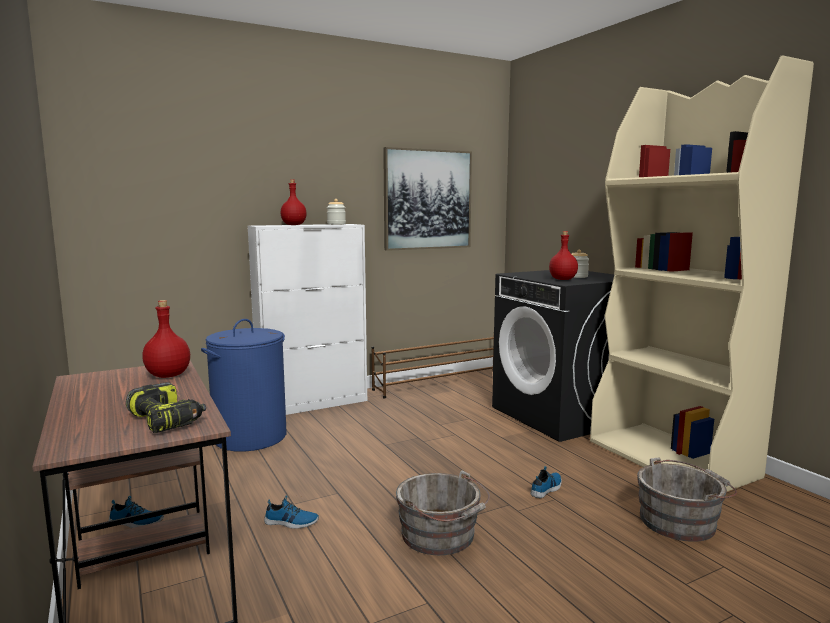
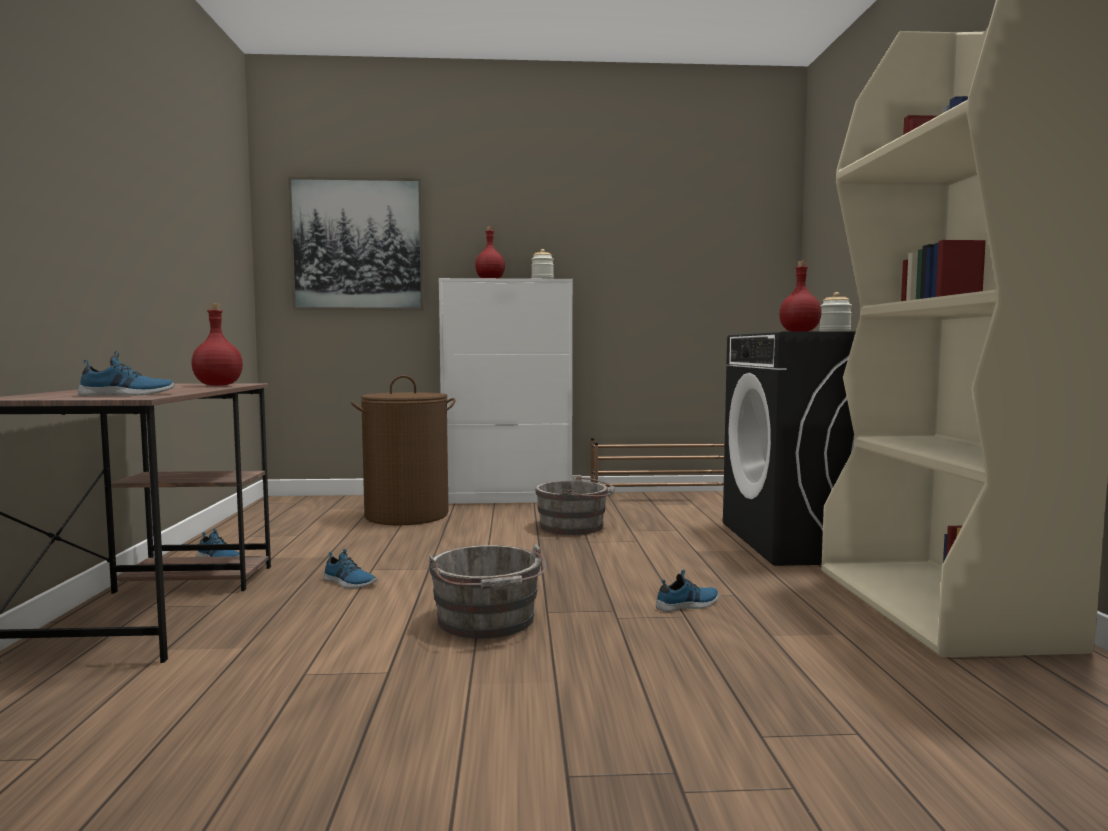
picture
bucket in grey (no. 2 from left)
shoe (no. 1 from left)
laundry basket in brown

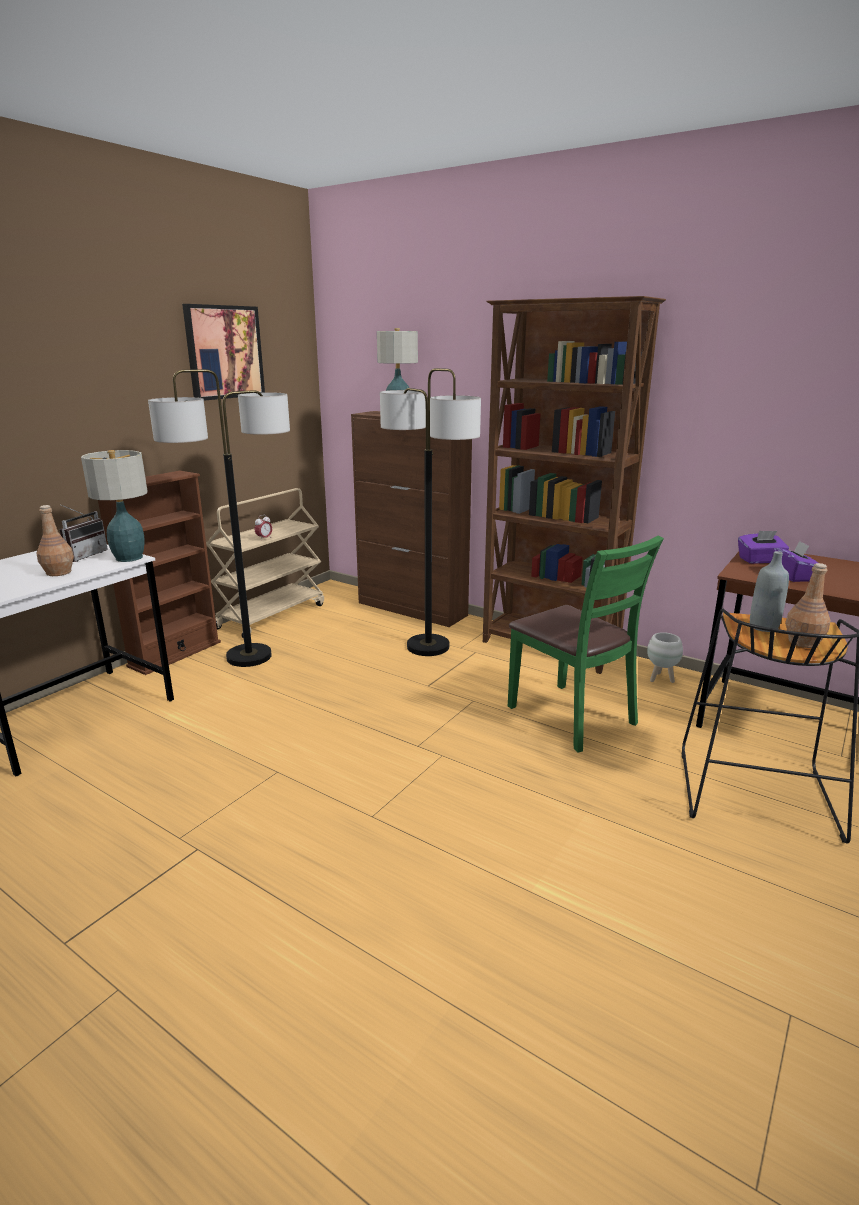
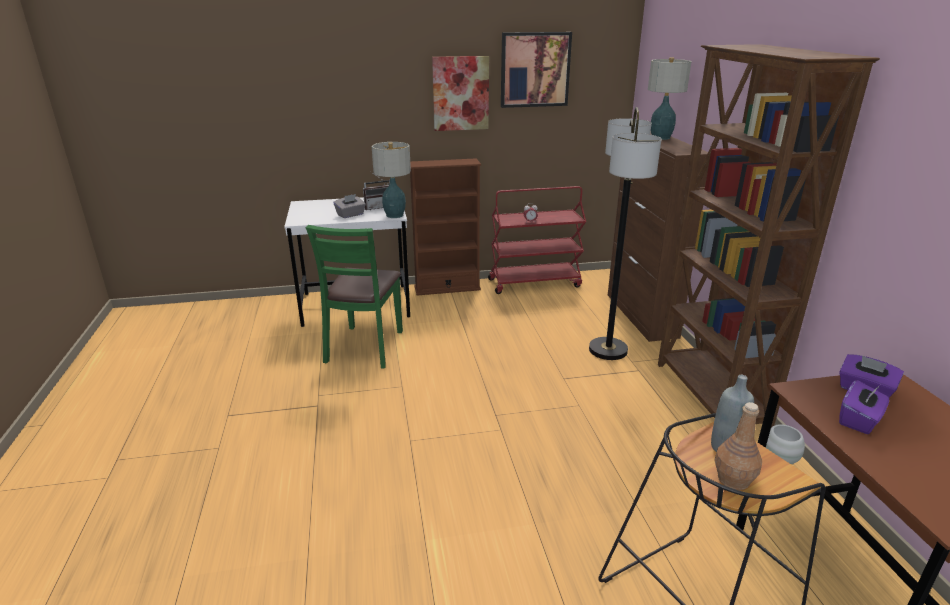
floor lamp (no. 1 from left in the first image)
picture (no. 1 from left)
chair in green
tissue box in grey
cart in red

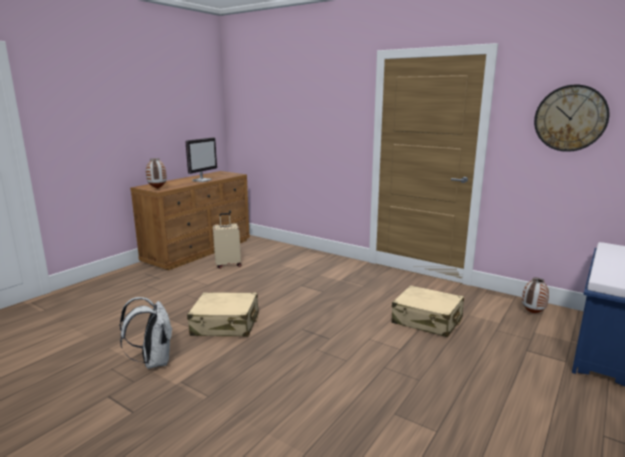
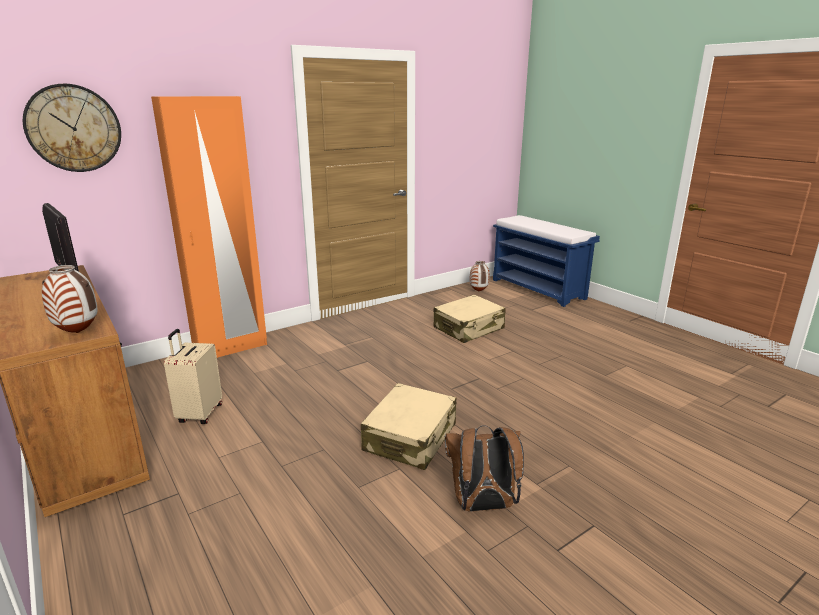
wardrobe in orange
wall clock
backpack in brown

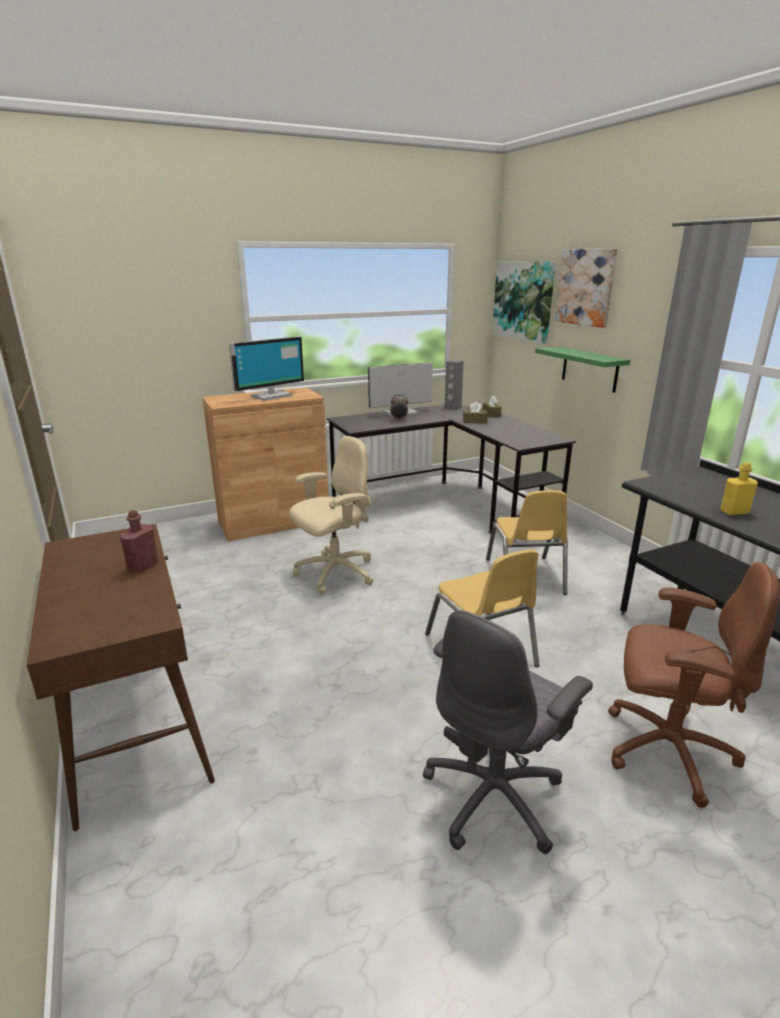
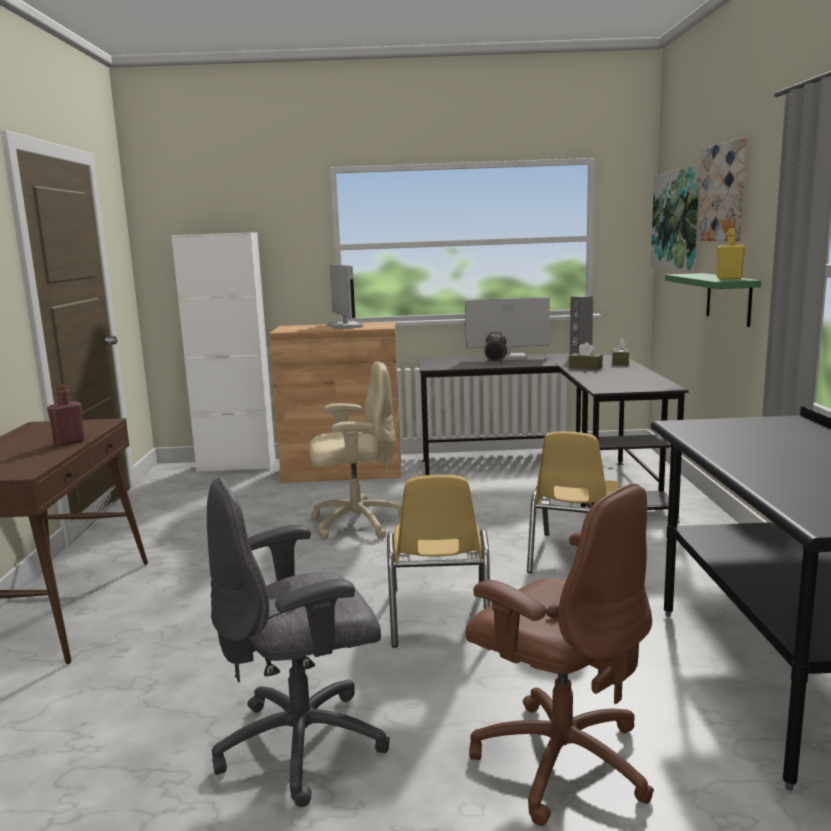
cabinet in white
bottle in yellow
monitor (no. 1 from left)

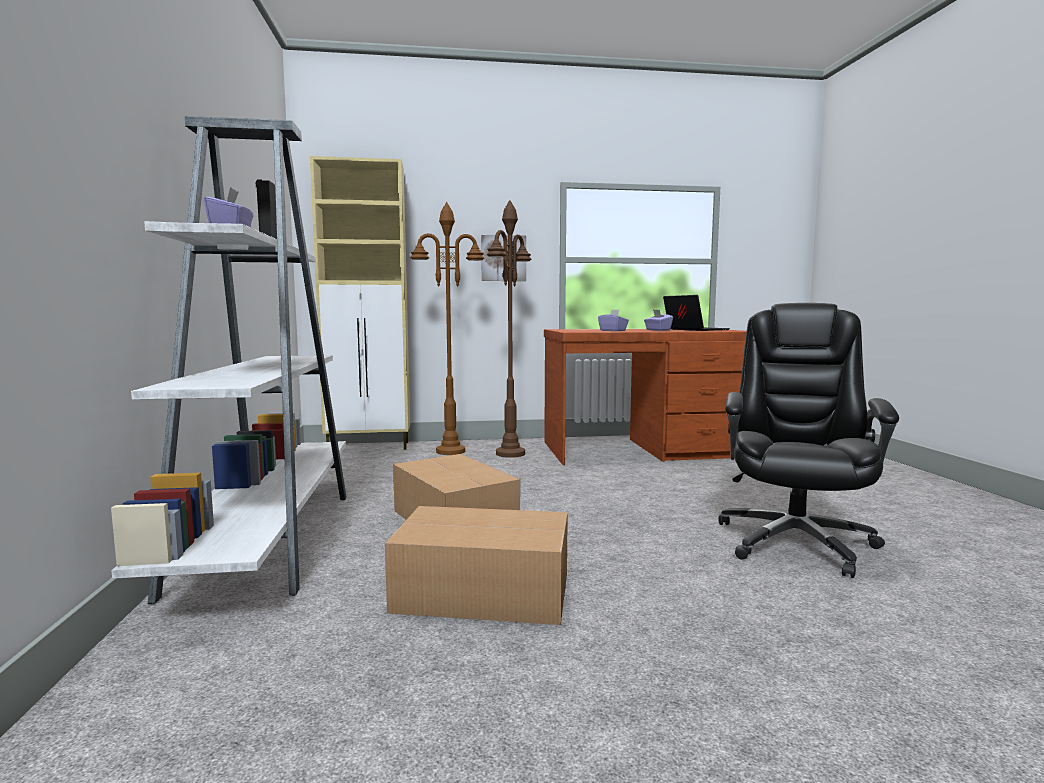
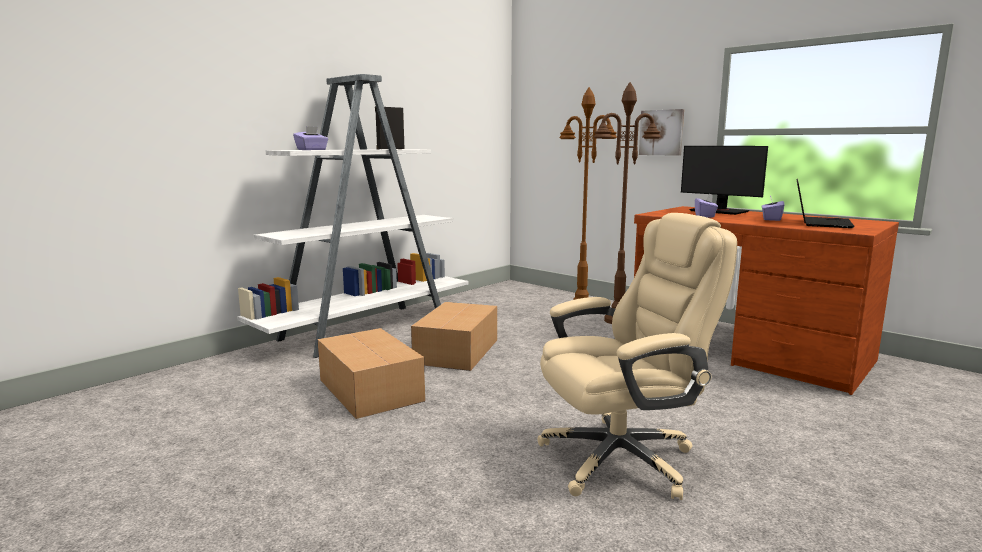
cabinet in beige
monitor
office chair in beige

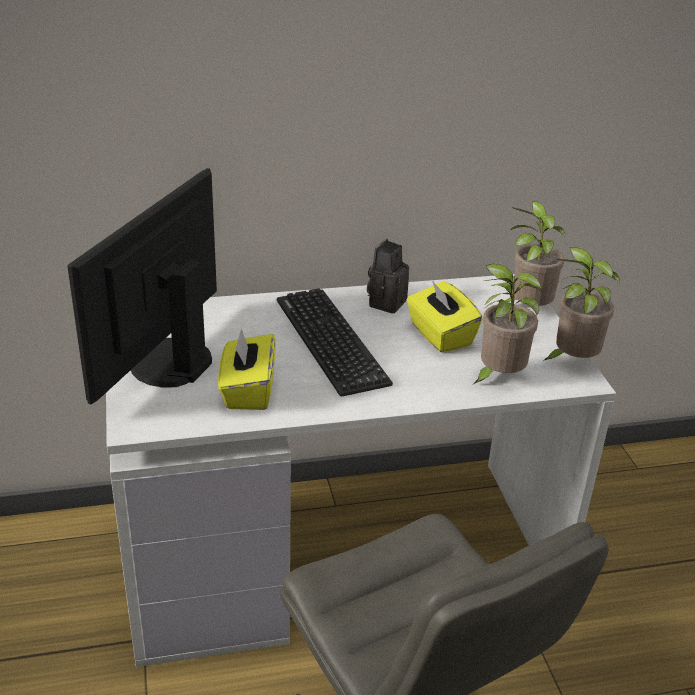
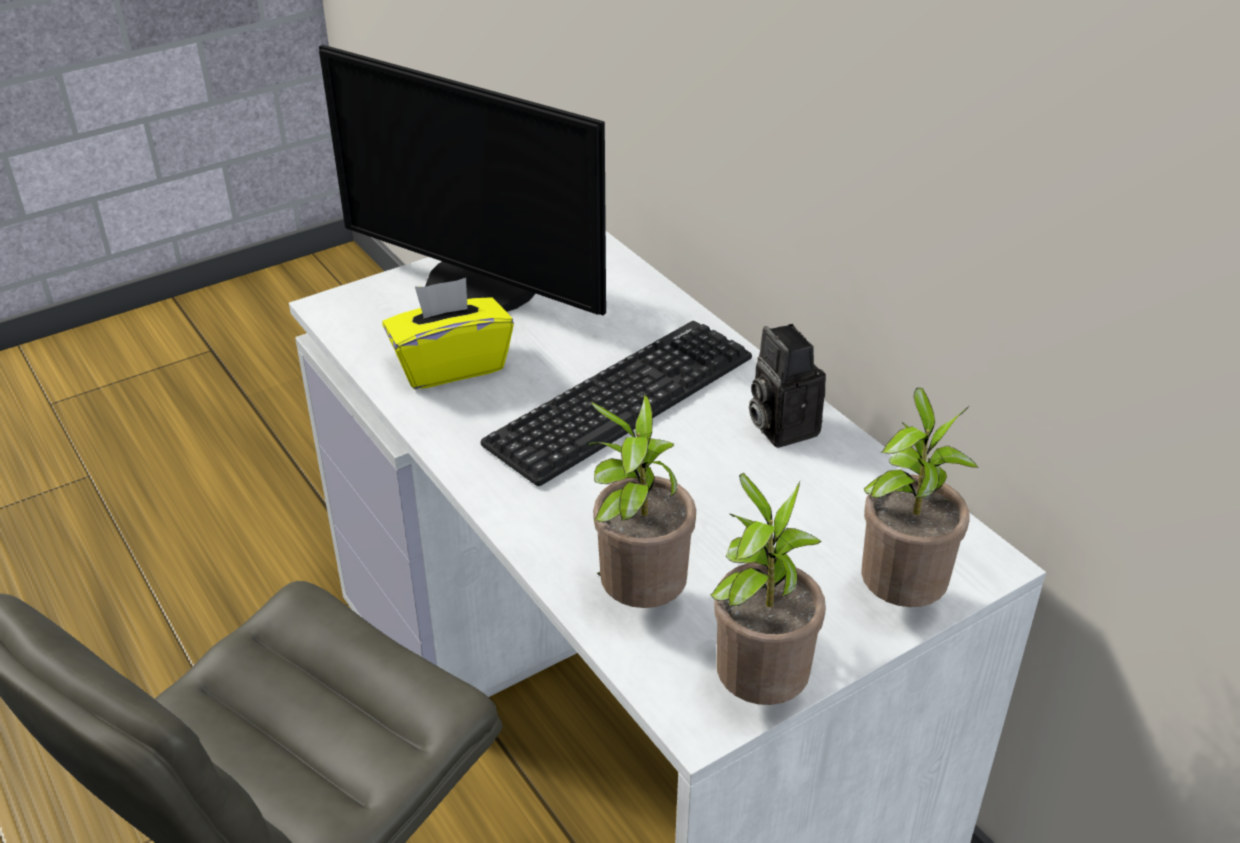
tissue box in yellow (no. 2 from left in the first image)
monitor
photo camera

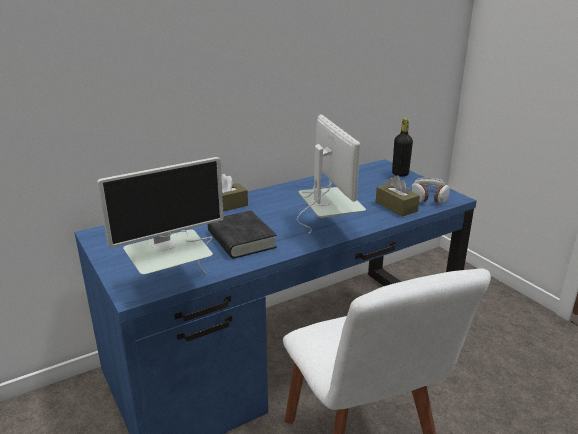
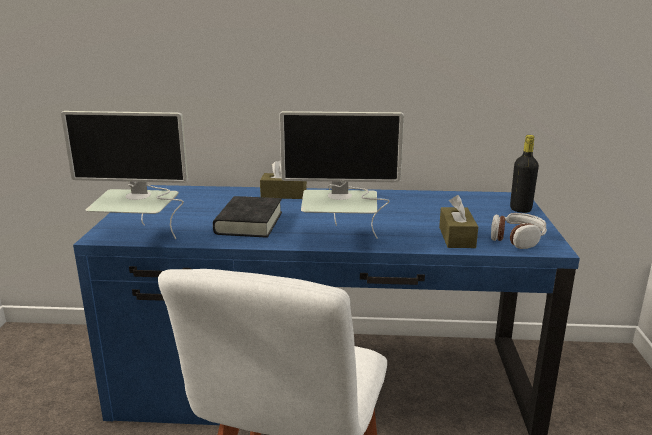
monitor (no. 2 from left)

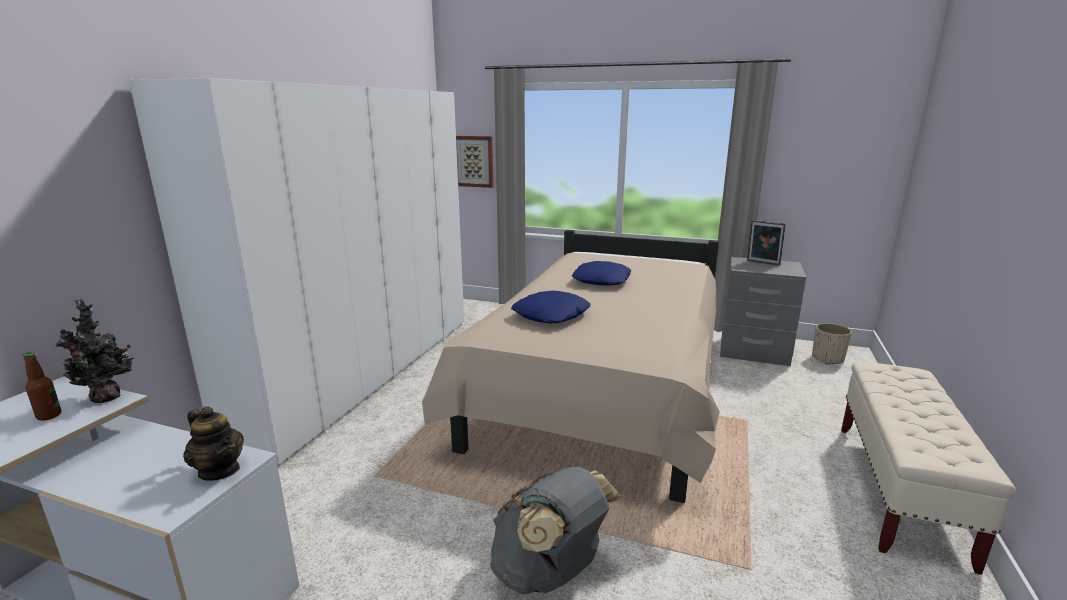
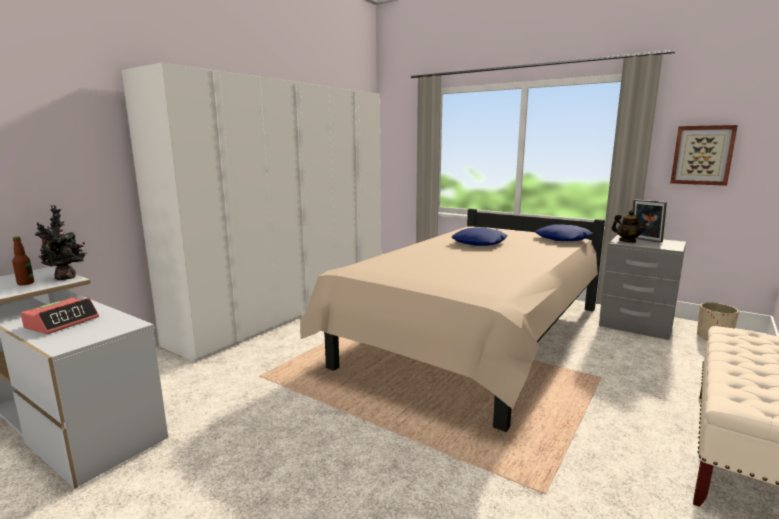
backpack in grey
alarm clock
teapot
picture
pillow in blue (no. 2 from left)

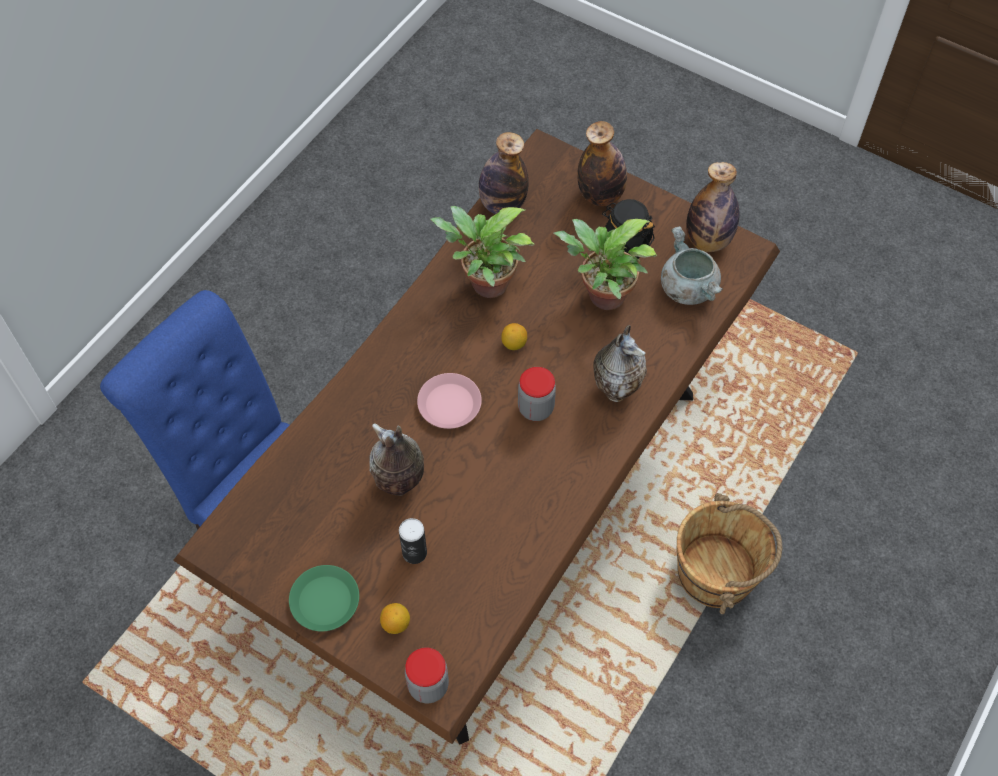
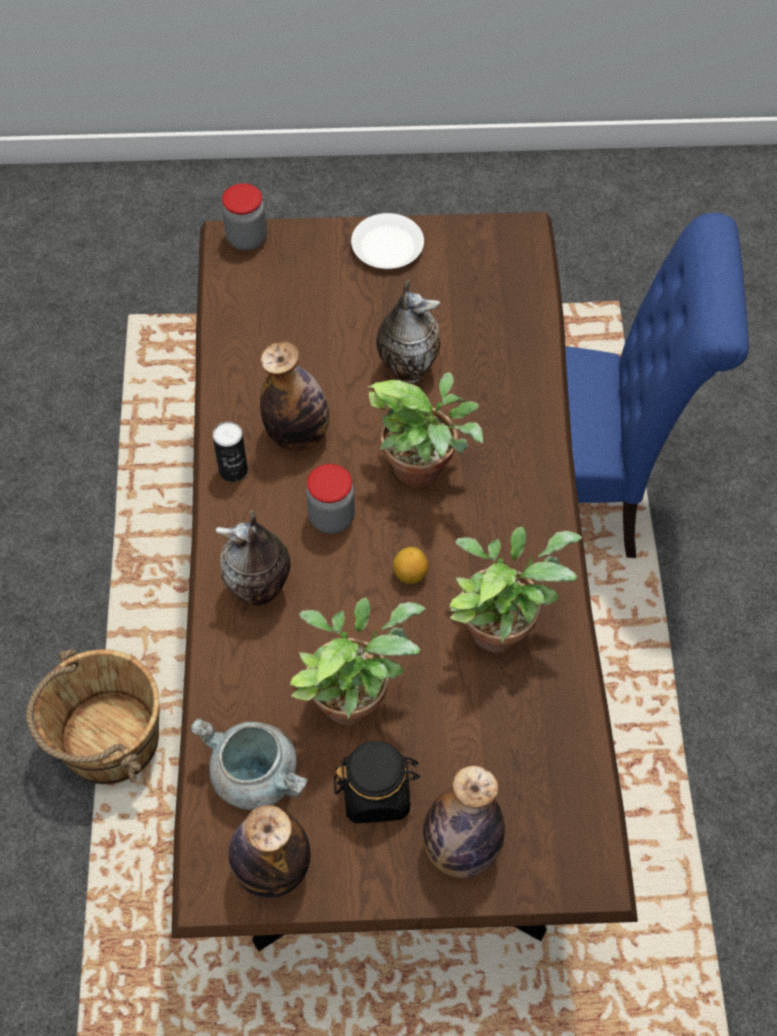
lemon (no. 1 from left in the first image)
can
bottle (no. 2 from left)
potted plant (no. 2 from left)
plate in white

